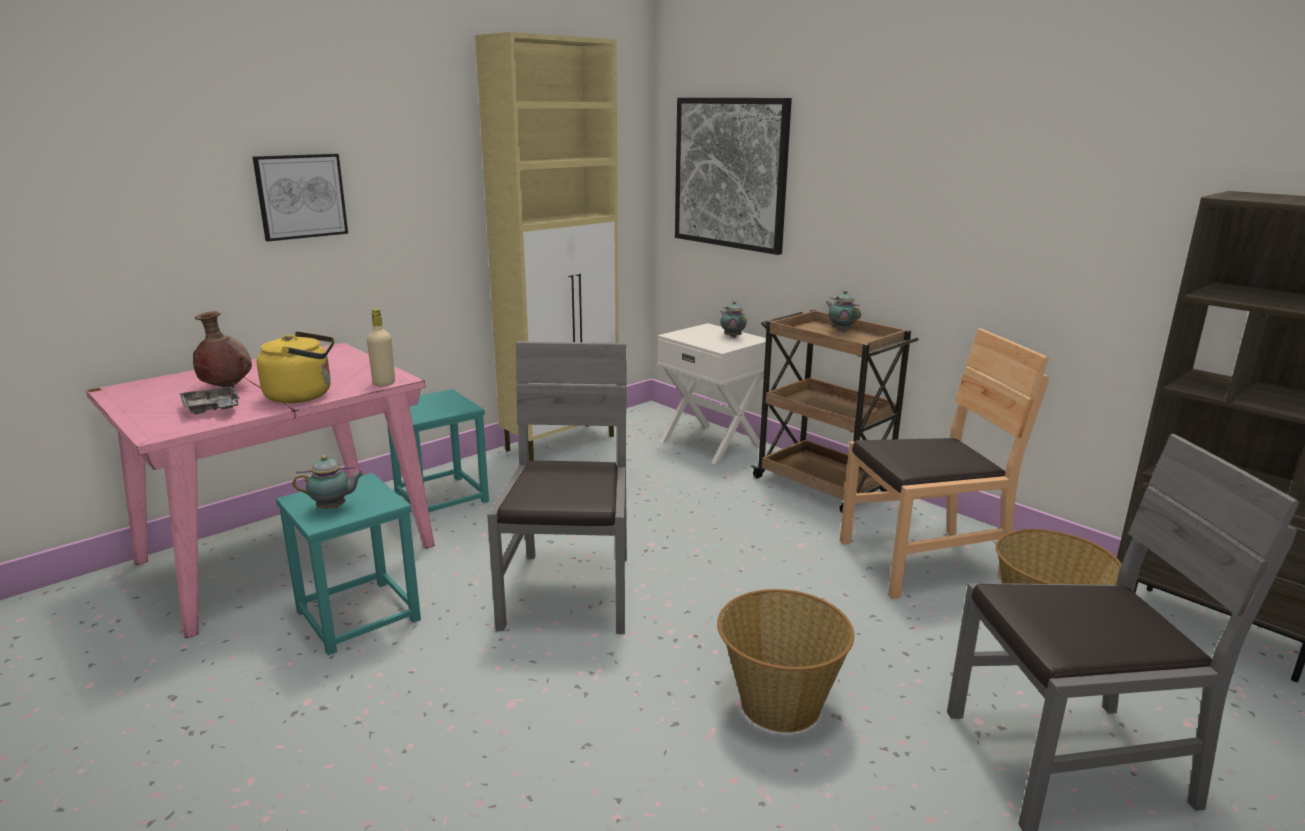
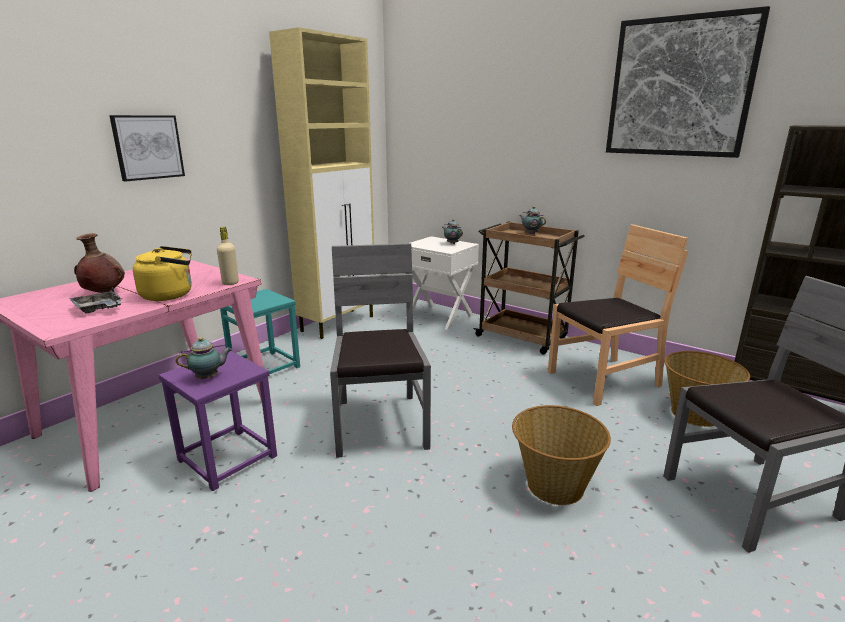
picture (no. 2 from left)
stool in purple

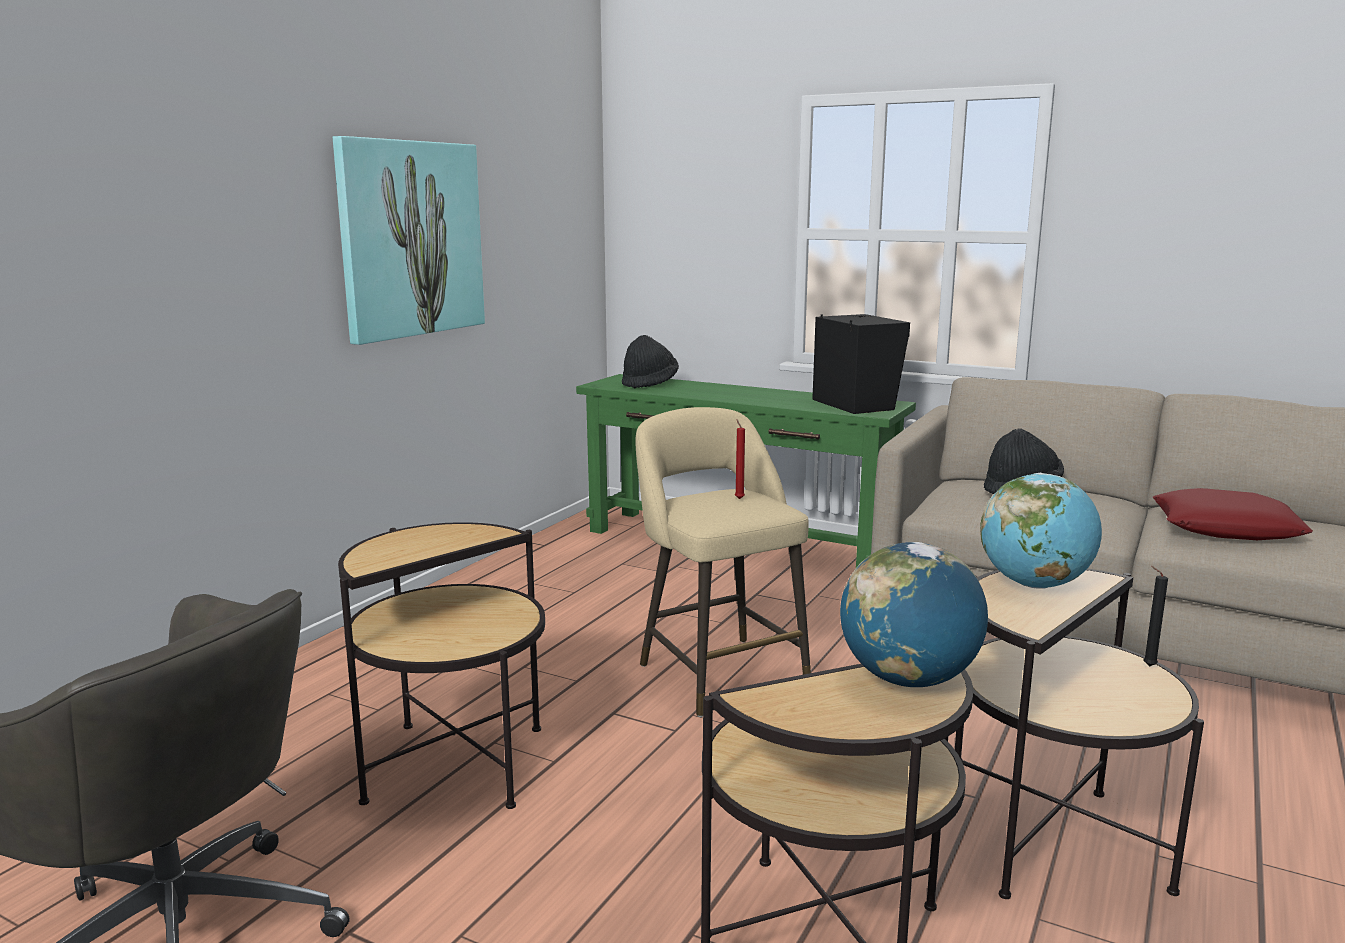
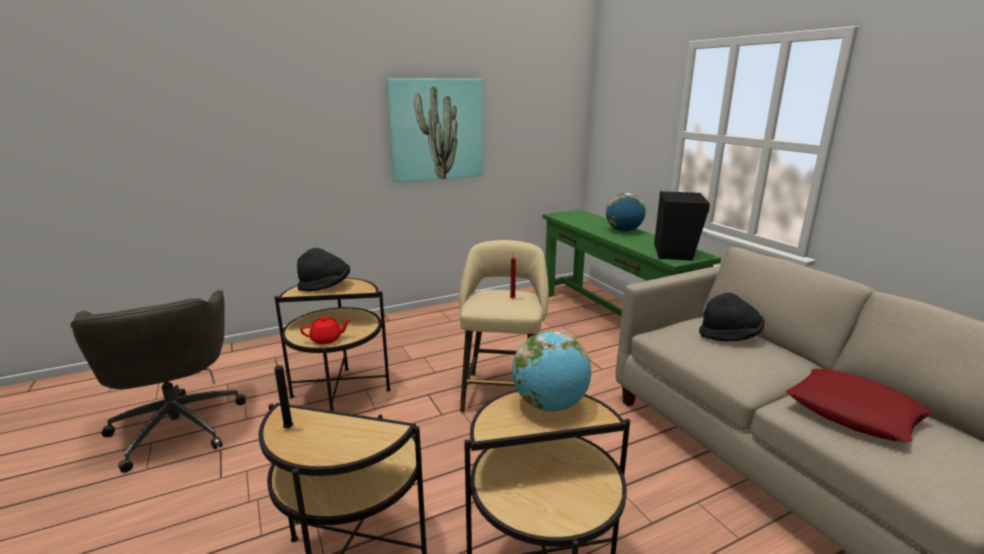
teapot in red
hat in black (no. 1 from left)
globe (no. 2 from left)
candle in black

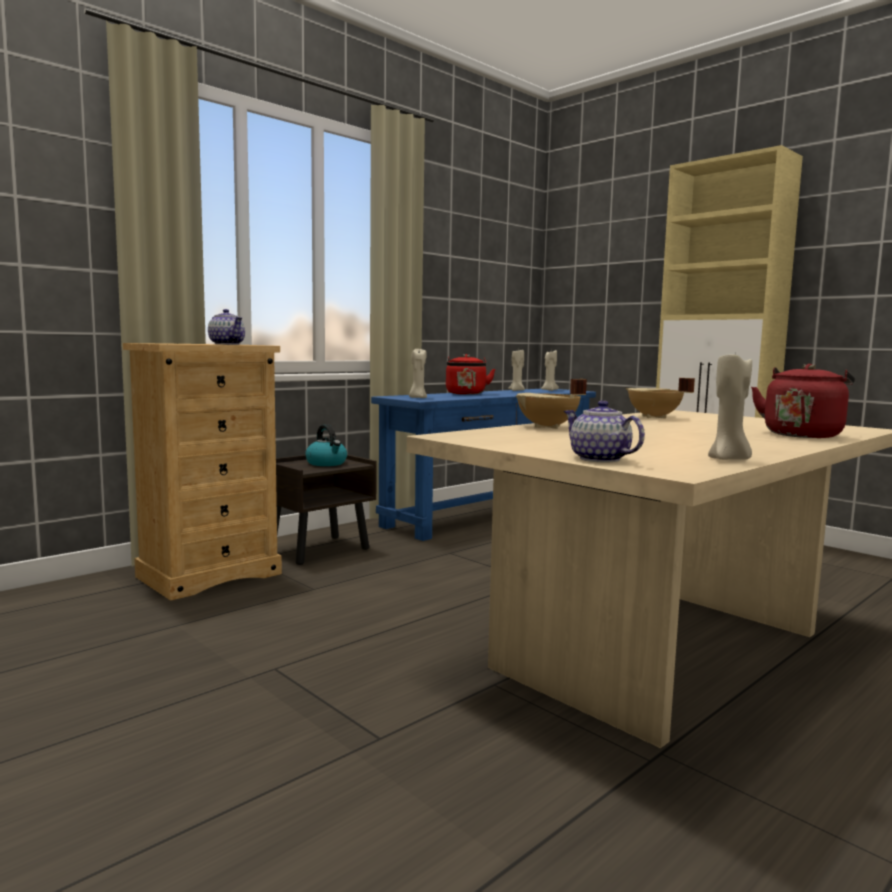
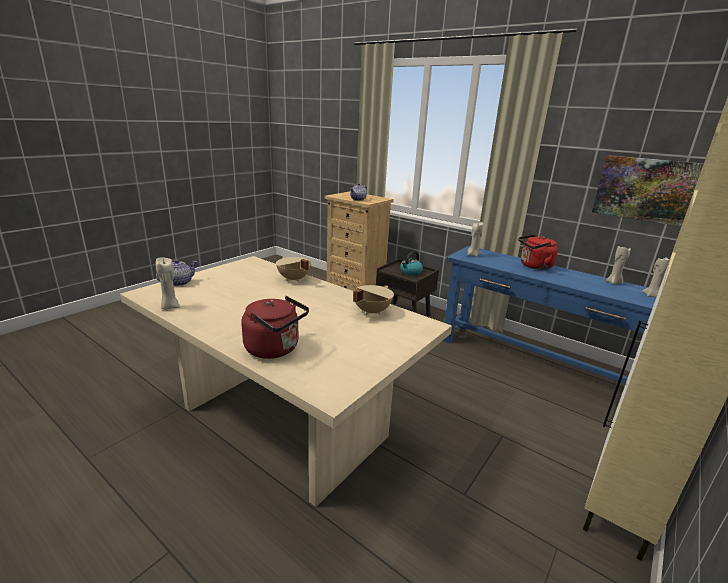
picture

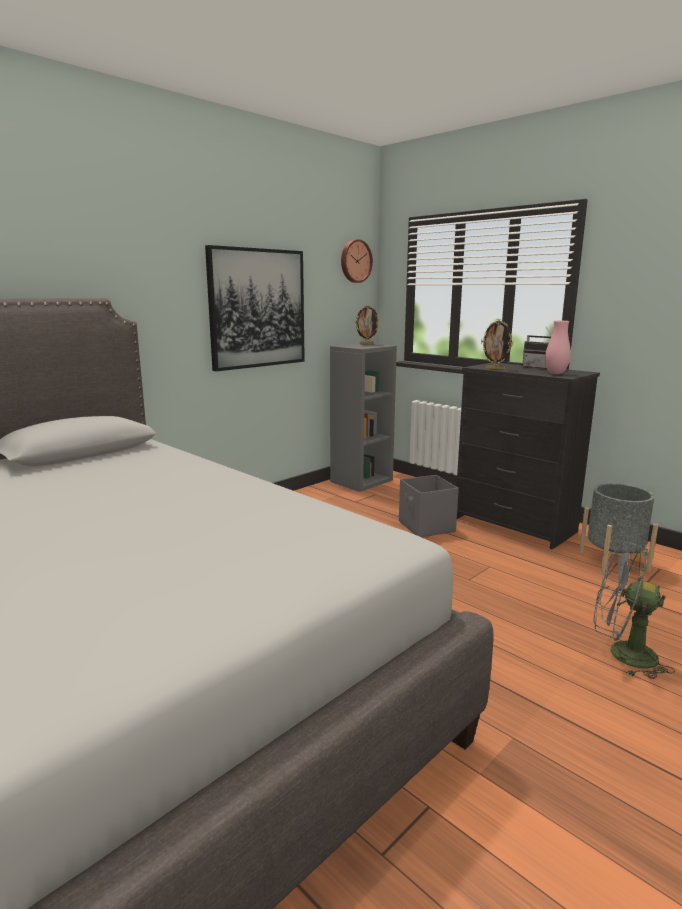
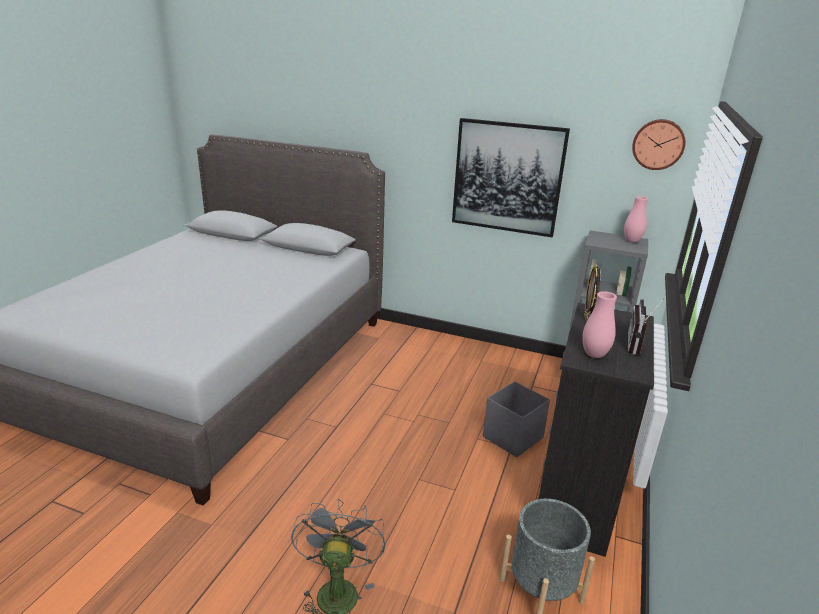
vase in pink (no. 2 from left)

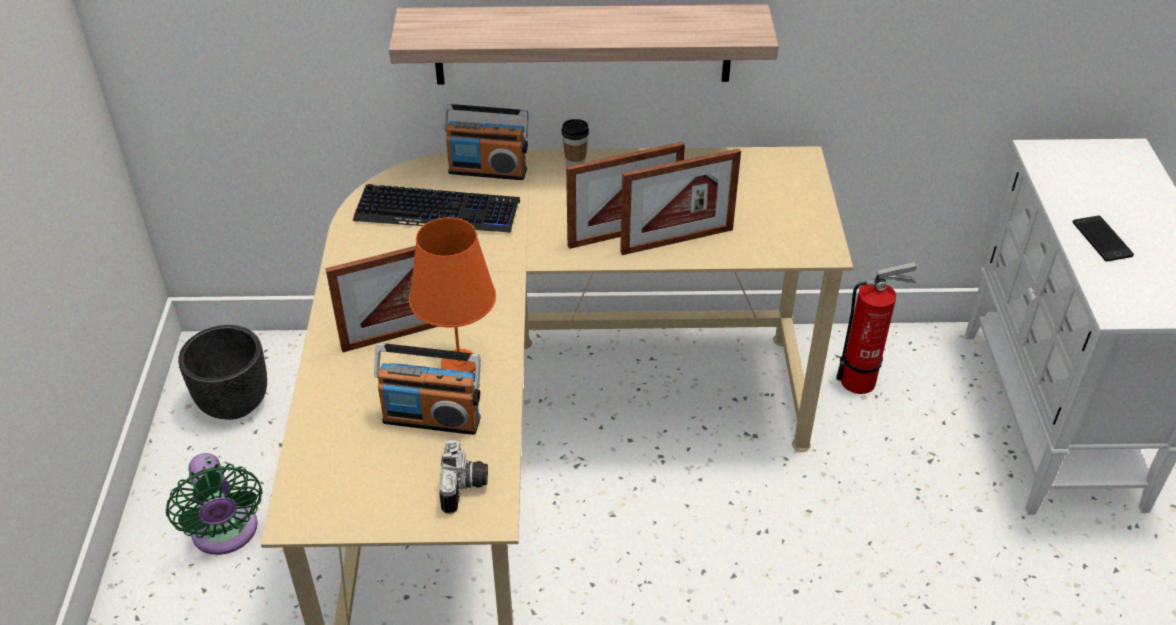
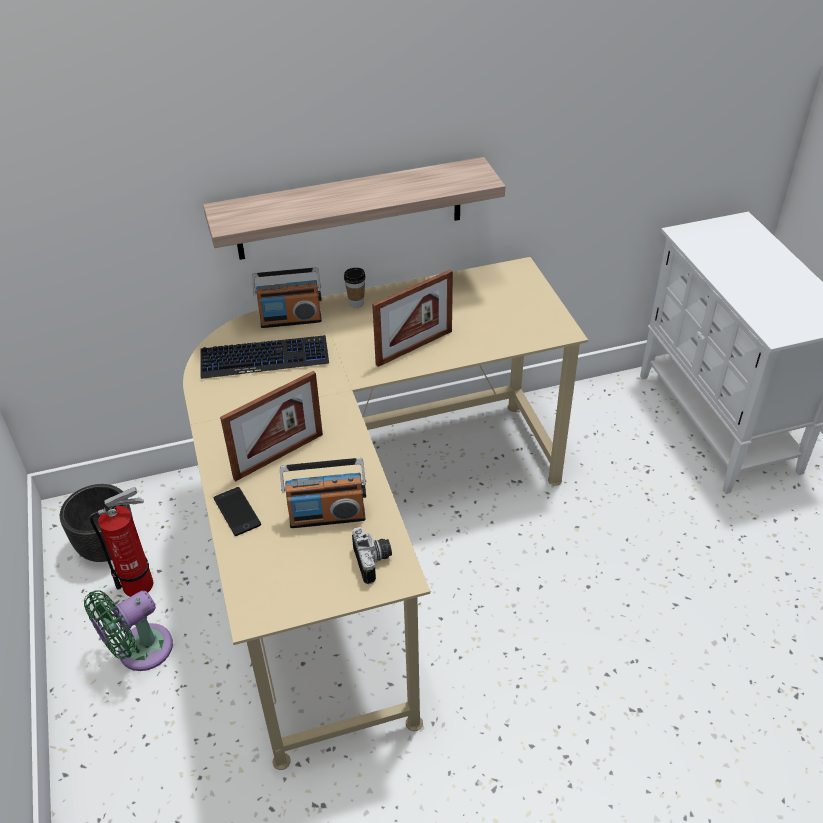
table lamp in orange
picture frame (no. 3 from left in the first image)
fire extinguisher
phone
fan in green

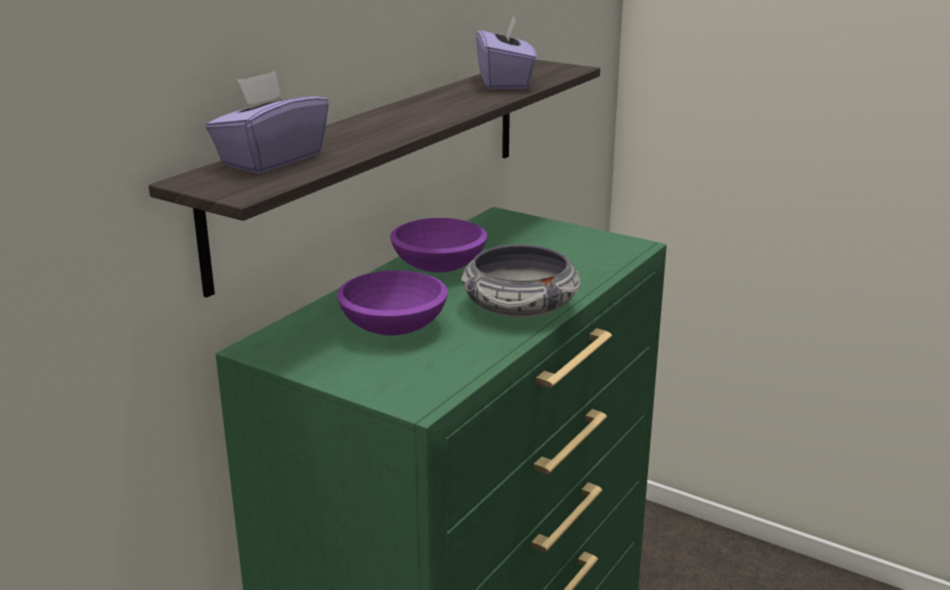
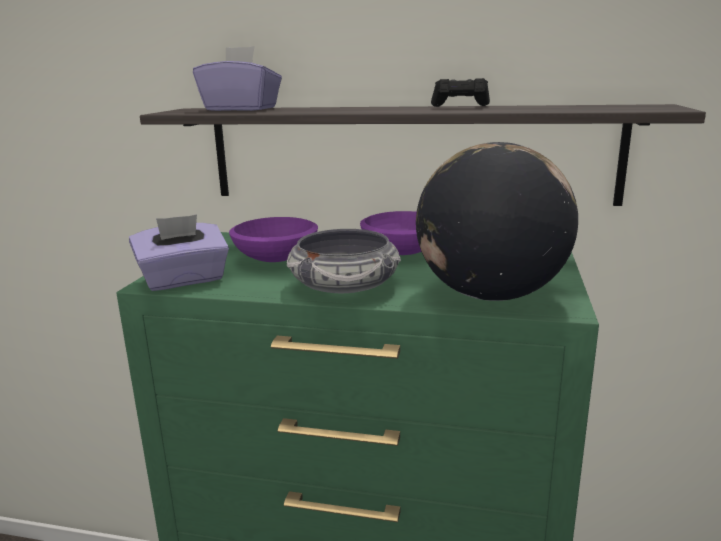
globe
game controller in black
tissue box in purple (no. 1 from left)

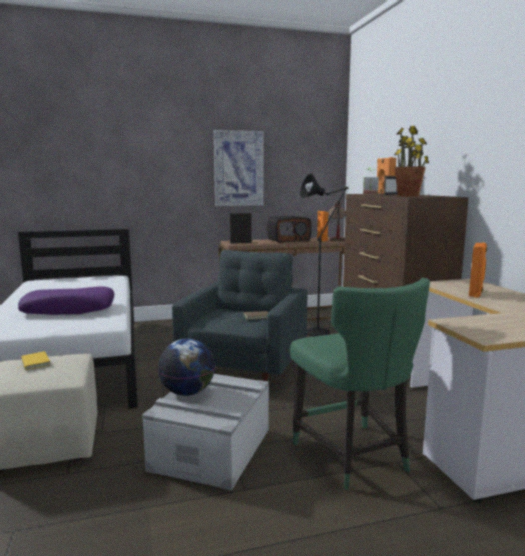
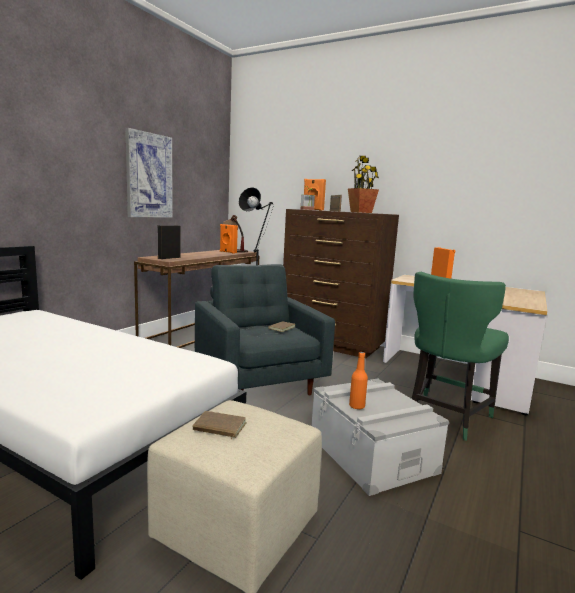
pillow in purple
radio
bottle in orange
book in brown (no. 1 from left)
chair in green

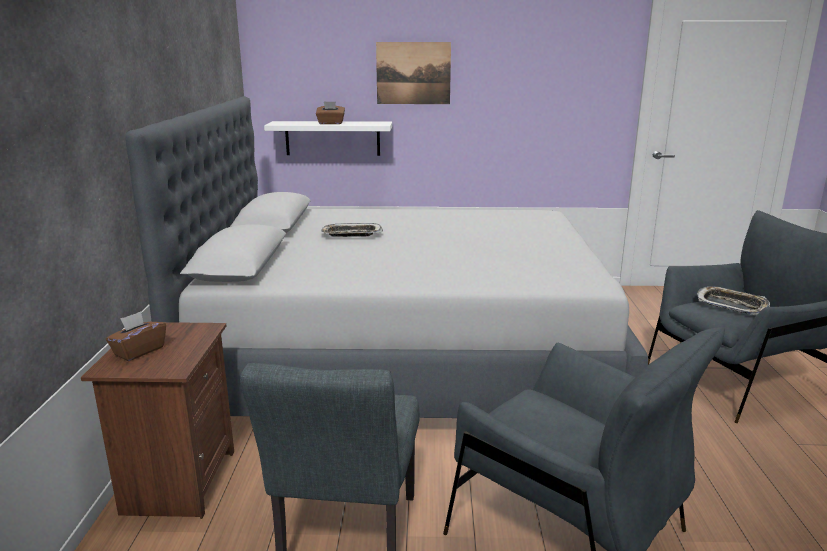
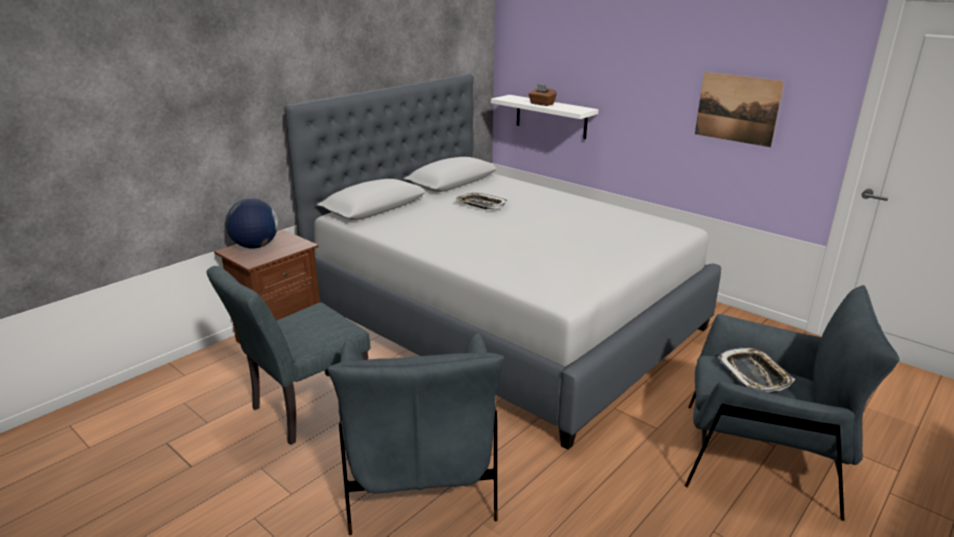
picture
globe

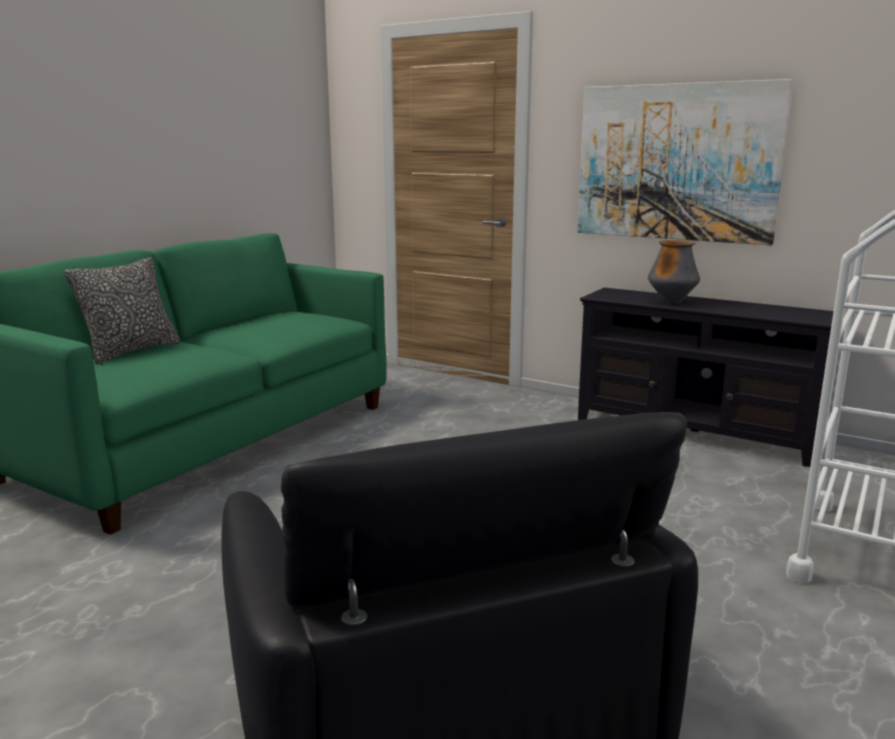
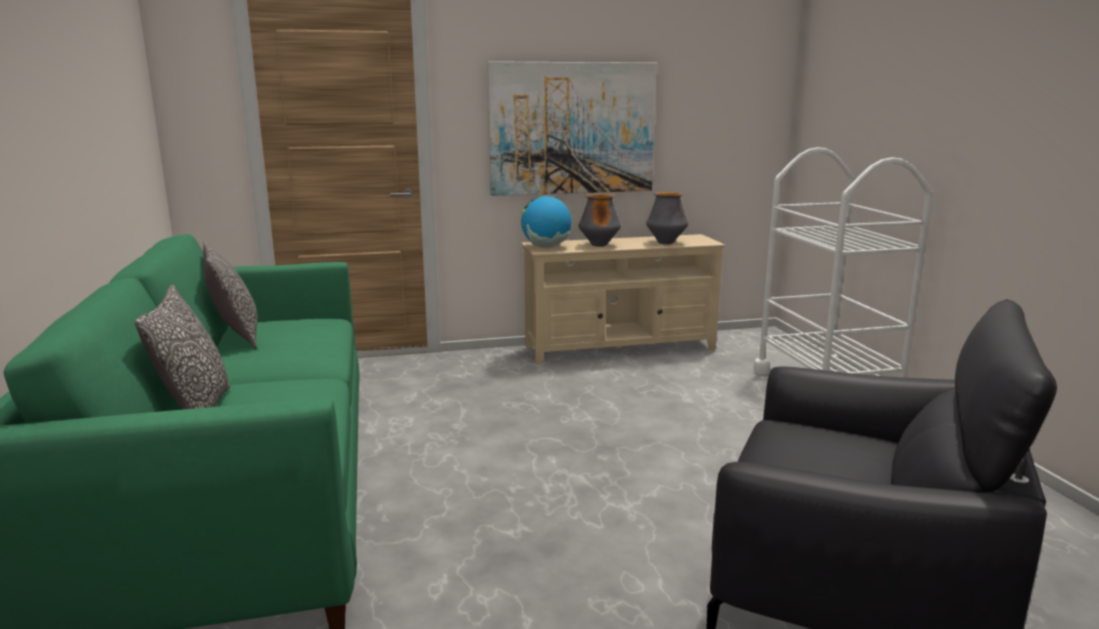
pillow (no. 2 from left)
globe
vase (no. 2 from left)
tv stand in beige

